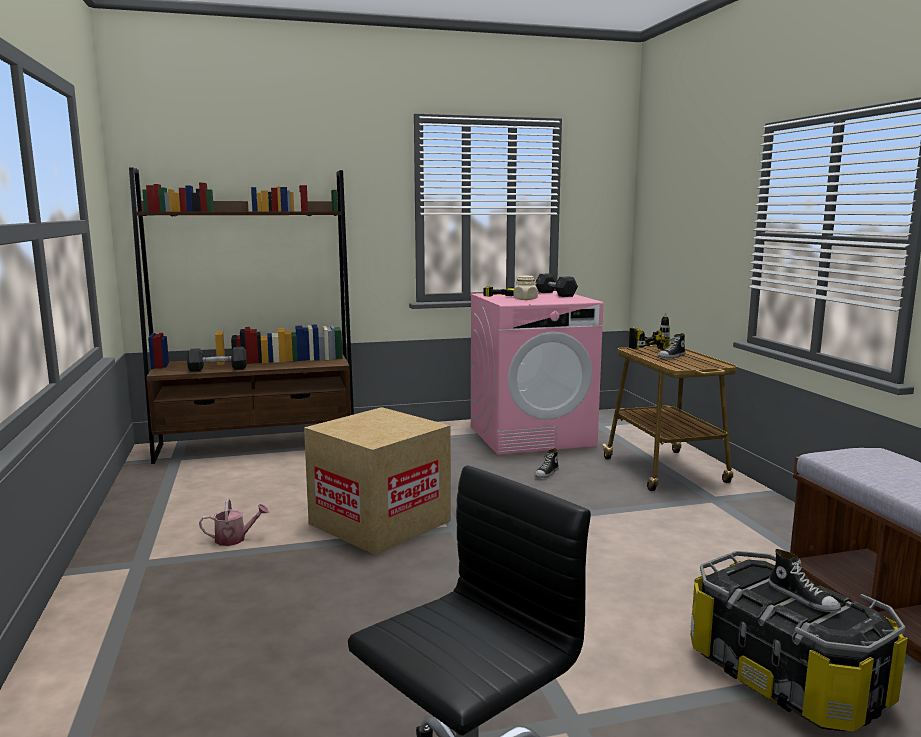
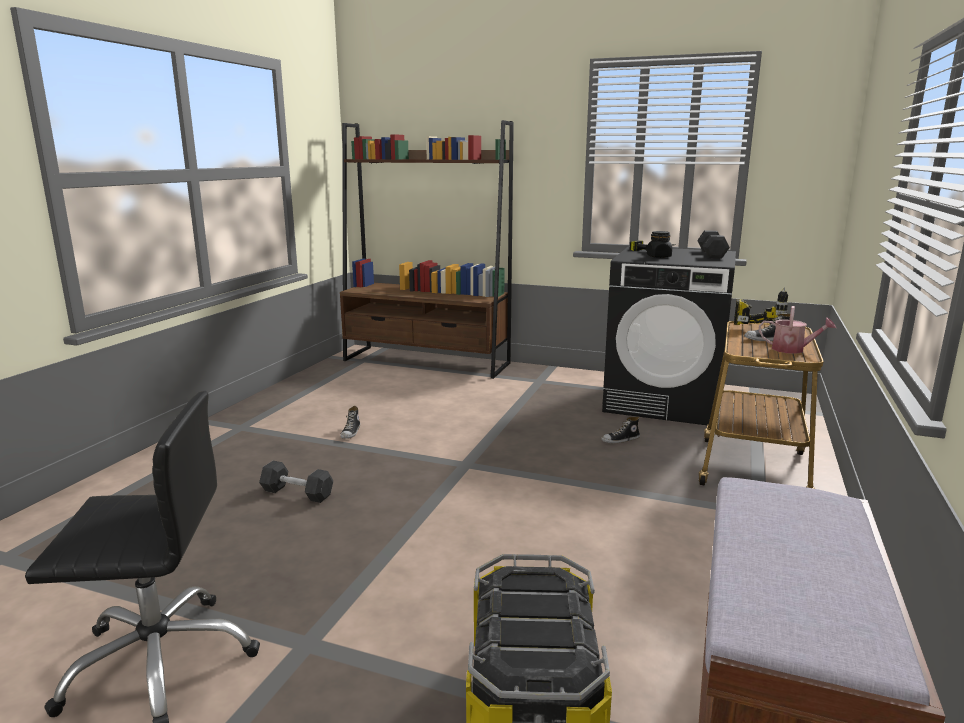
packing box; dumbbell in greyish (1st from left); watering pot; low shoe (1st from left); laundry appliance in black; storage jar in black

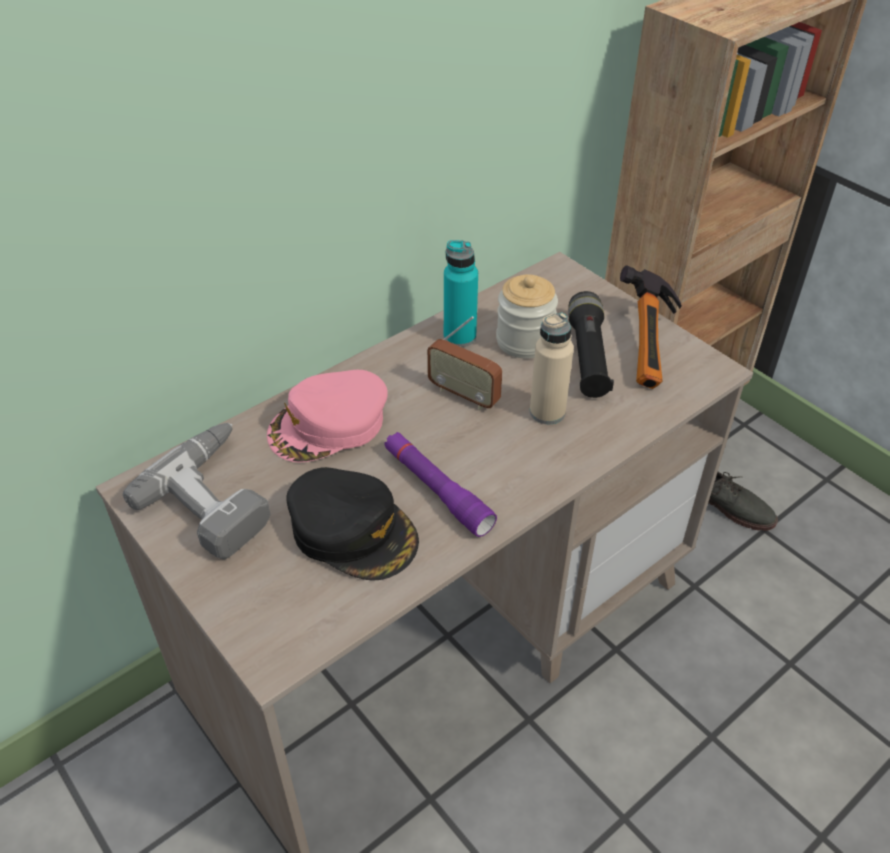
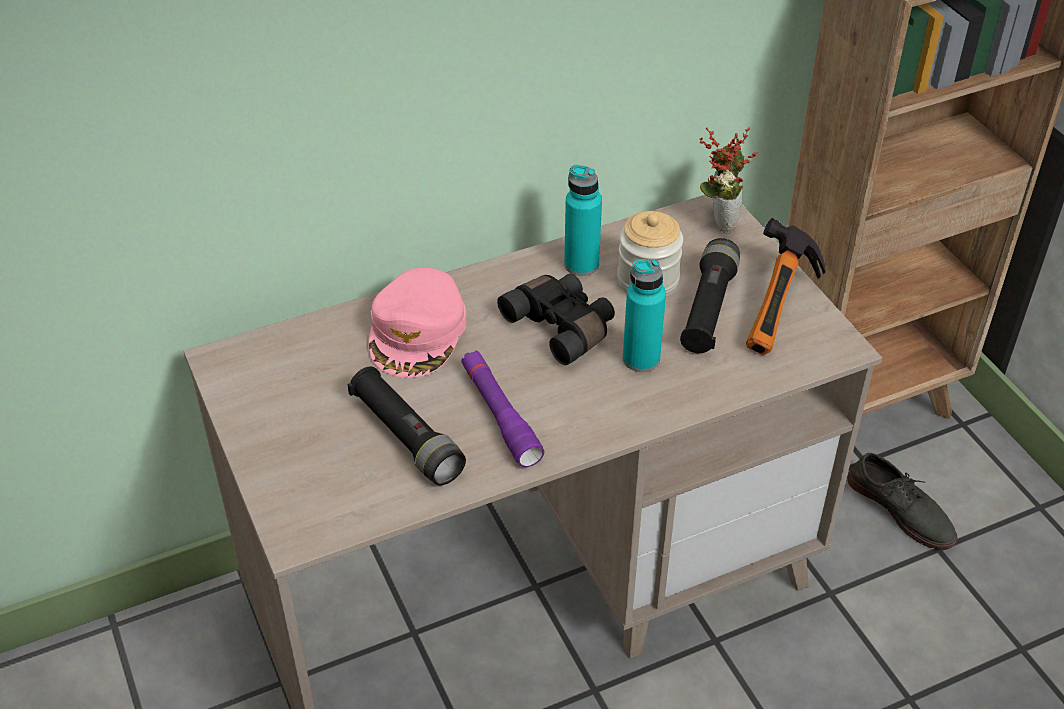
drill; houseplant; torch in black (1st from left); binoculars in black; bottle in turquoise (2nd from left); peaked cap in pink-coloured

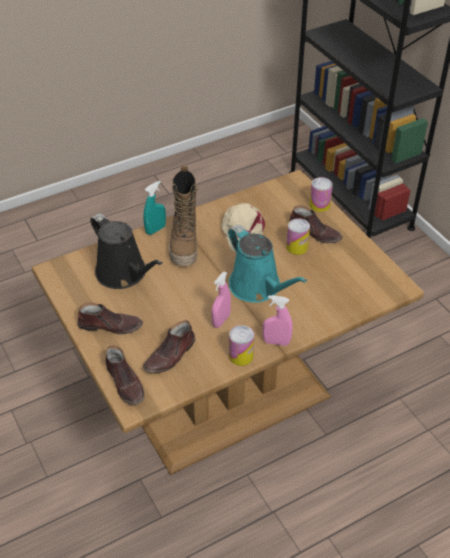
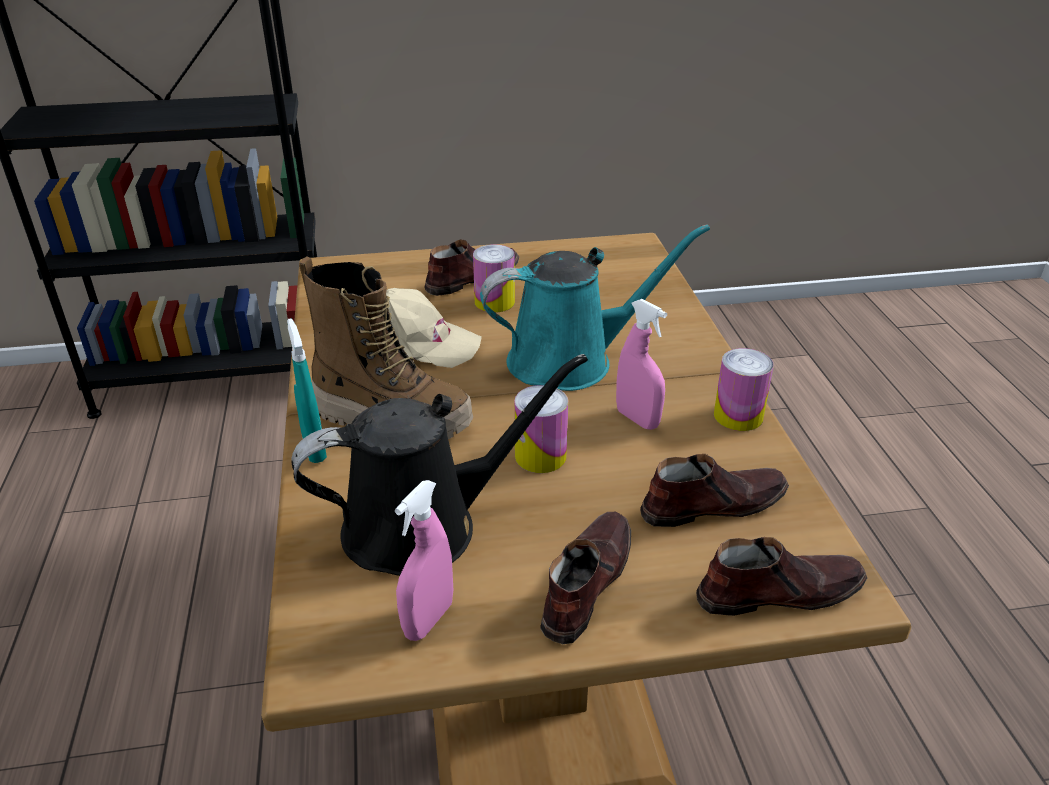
spray bottle in pink-coloured (1st from left); metal can (2nd from left); low shoe in brown (3rd from left)

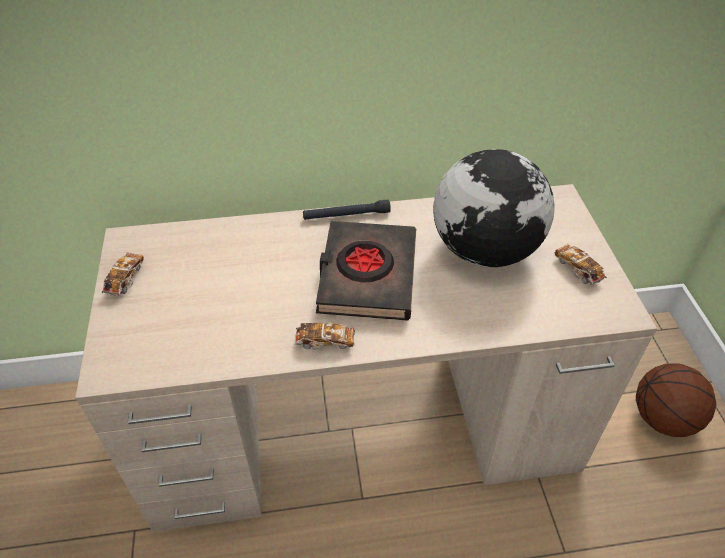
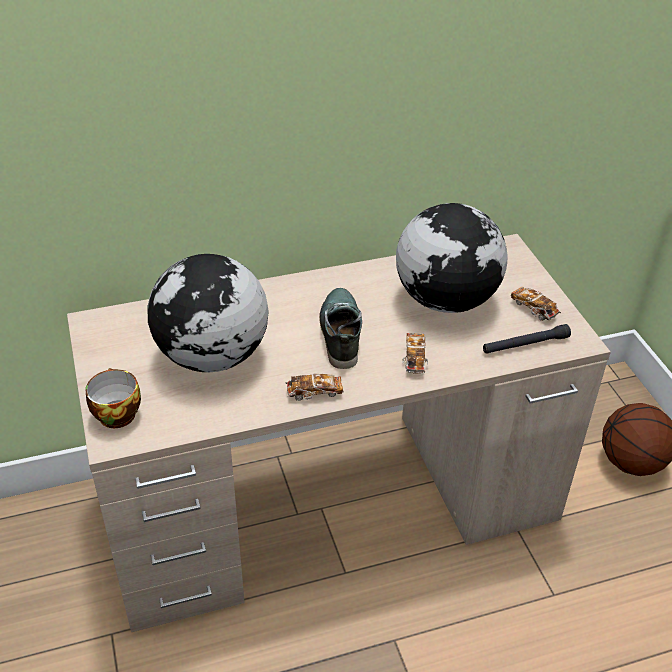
cup; desk globe (1st from left); miniature car (2nd from left); torch in black; low shoe

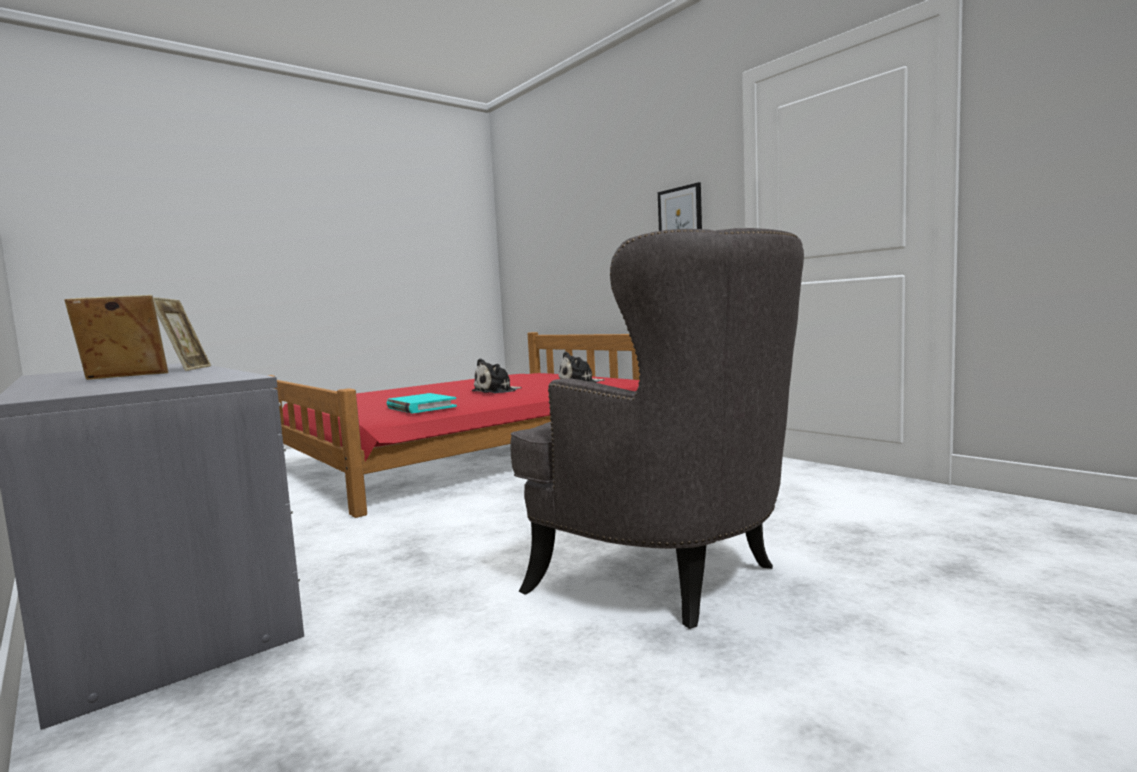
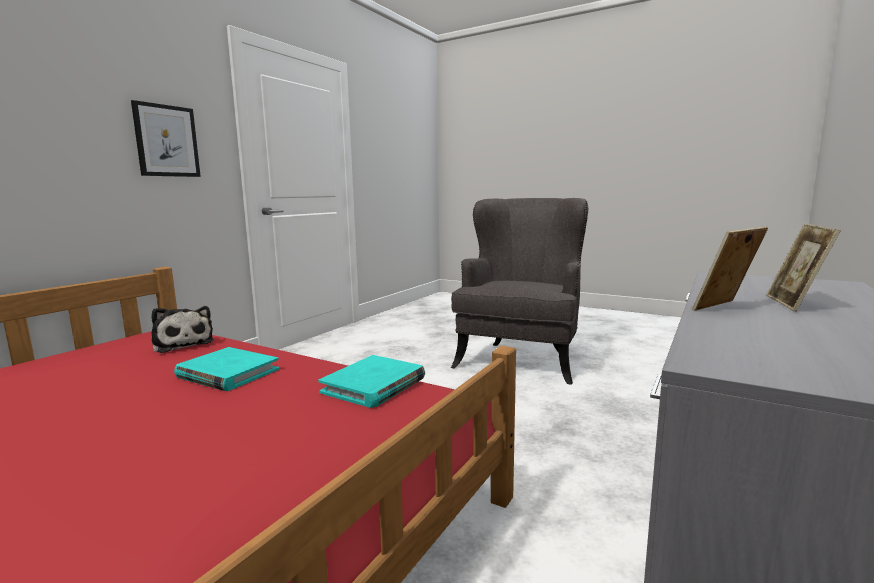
book in turquoise (1st from left); picture frame (2nd from left)

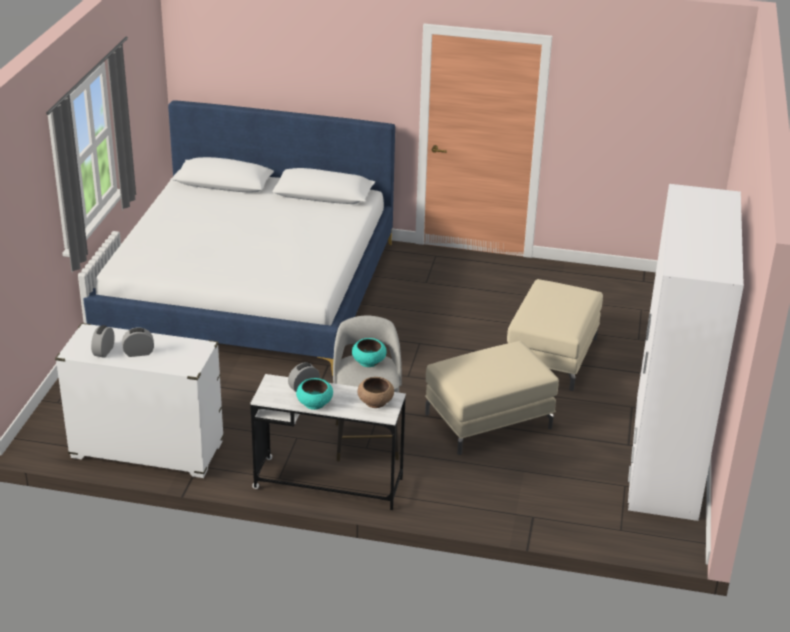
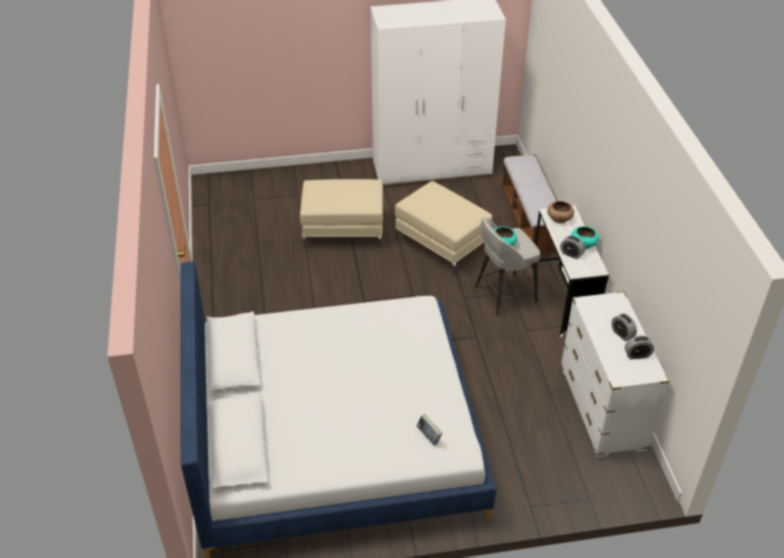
book; indoor bench

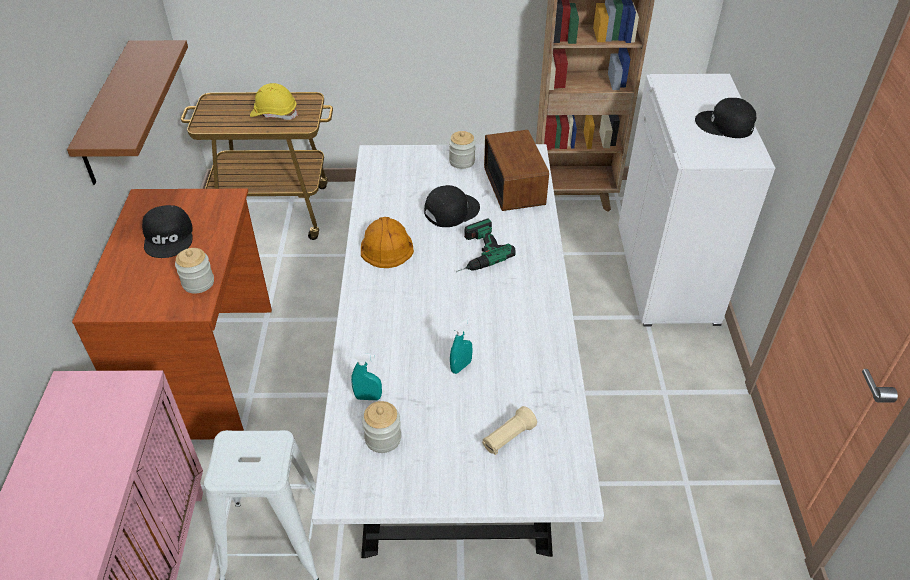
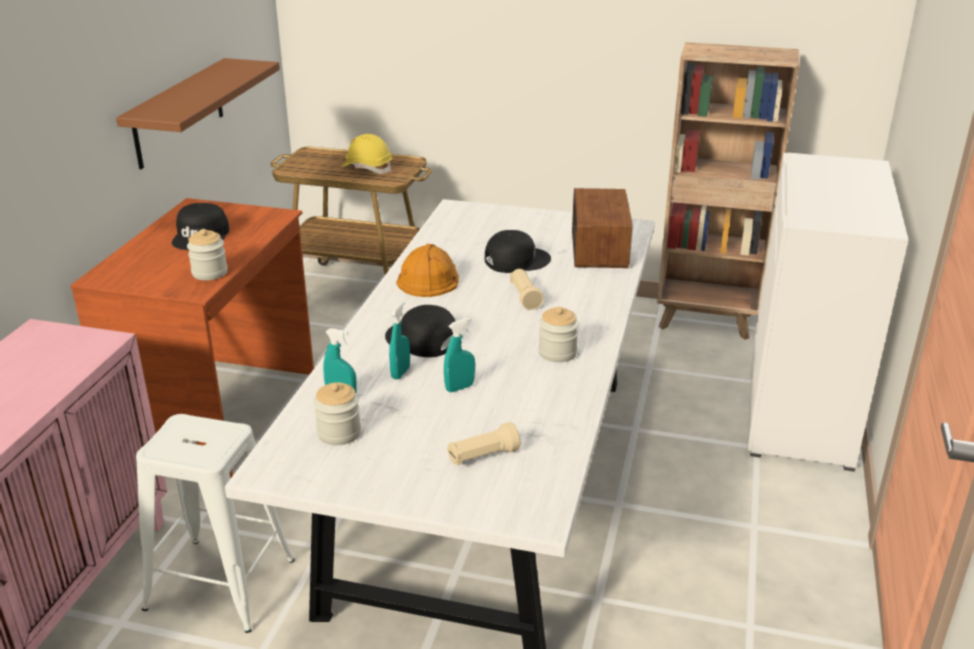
spray bottle in turquoise (2nd from left); storage jar (3rd from left); peaked cap in black (2nd from left); torch in sand-coloured (2nd from left)

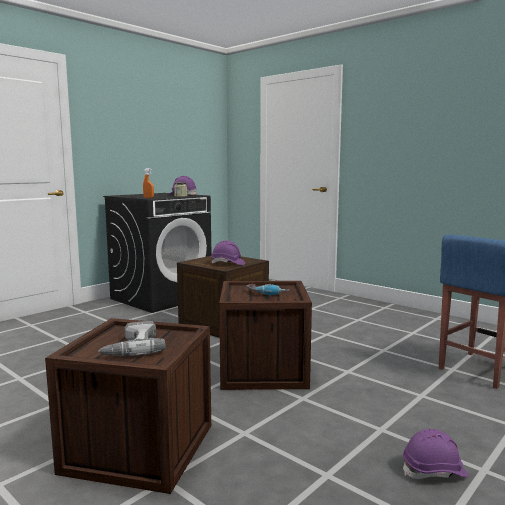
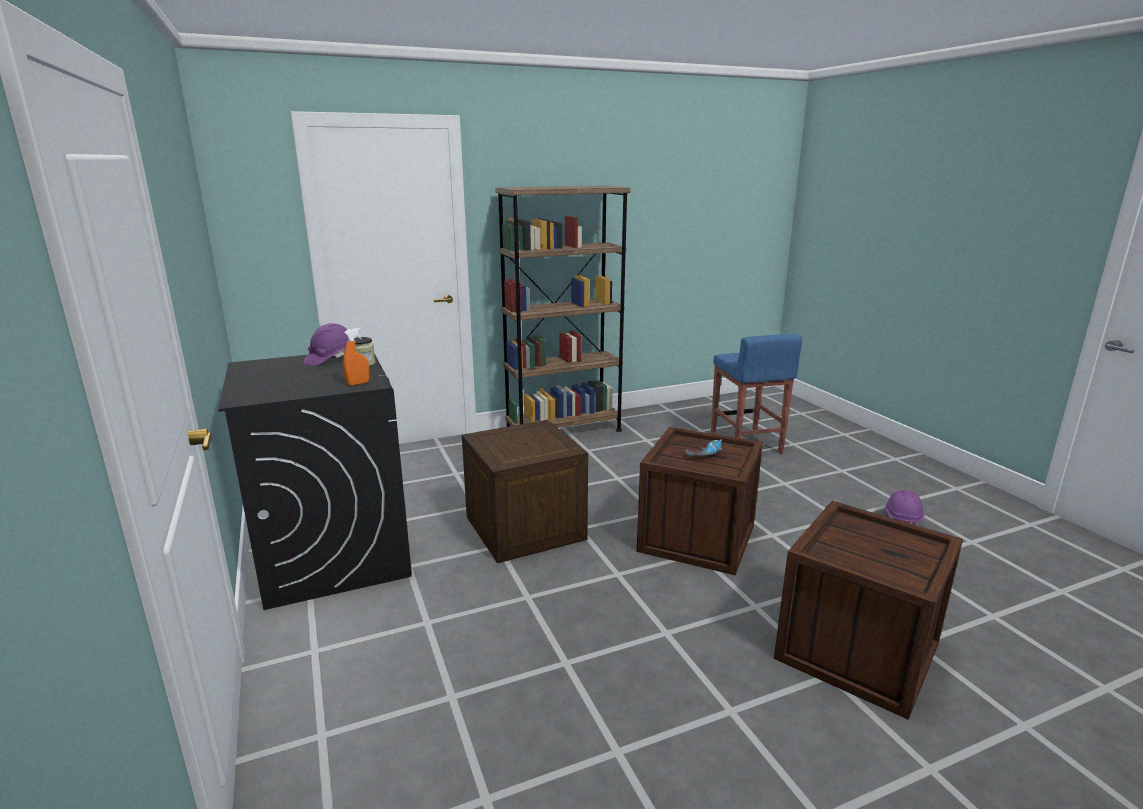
drill (1st from left in the first image); work helmet in purplish (2nd from left in the first image); shelving unit in brown

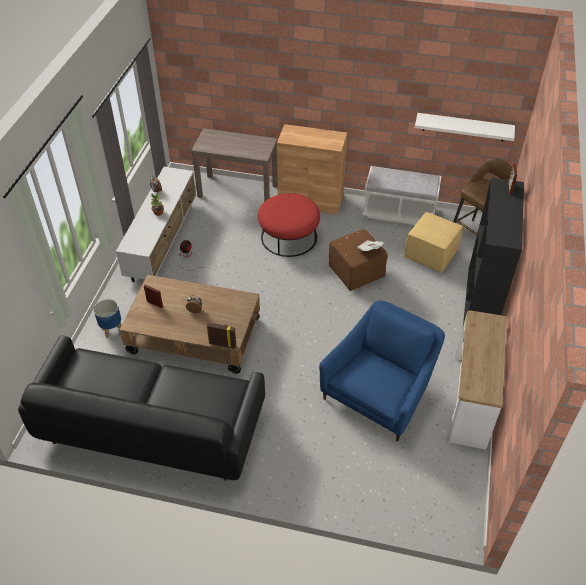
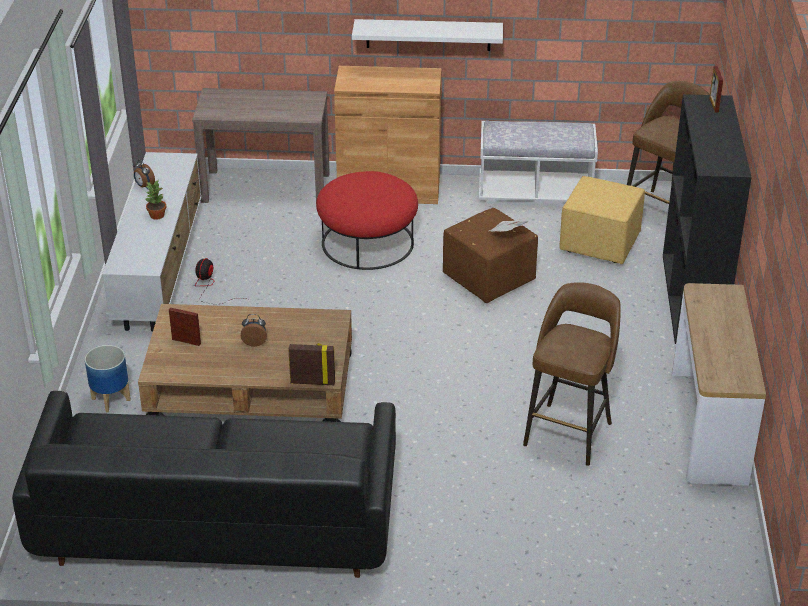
shelf in white; stool seat in brown (1st from left)

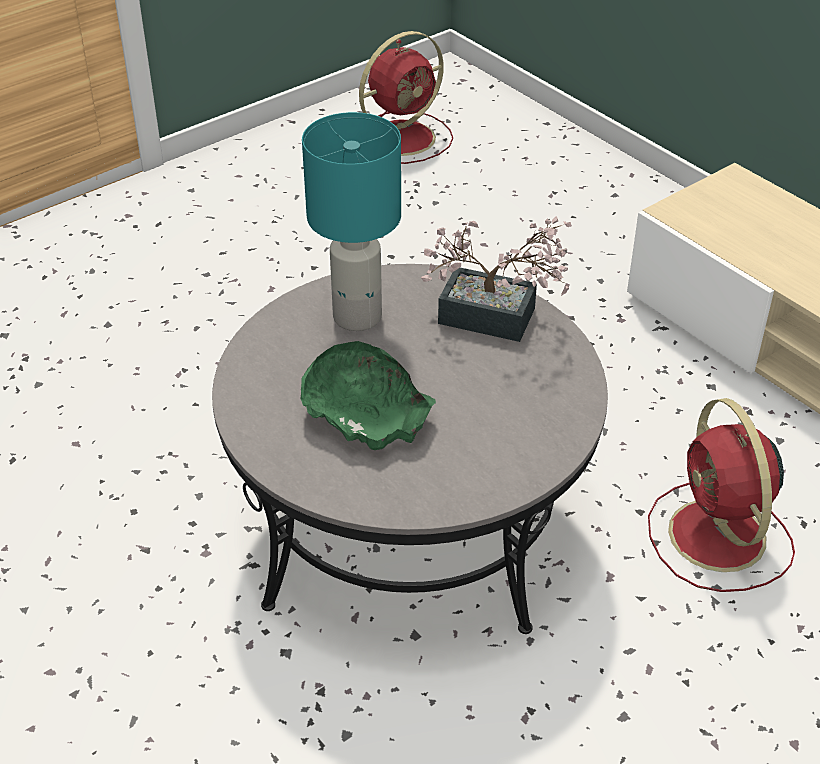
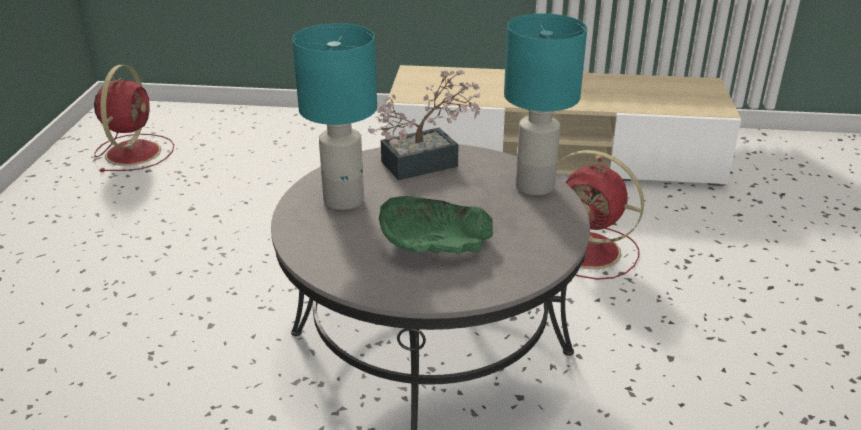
lamp for a table in turquoise (2nd from left)

